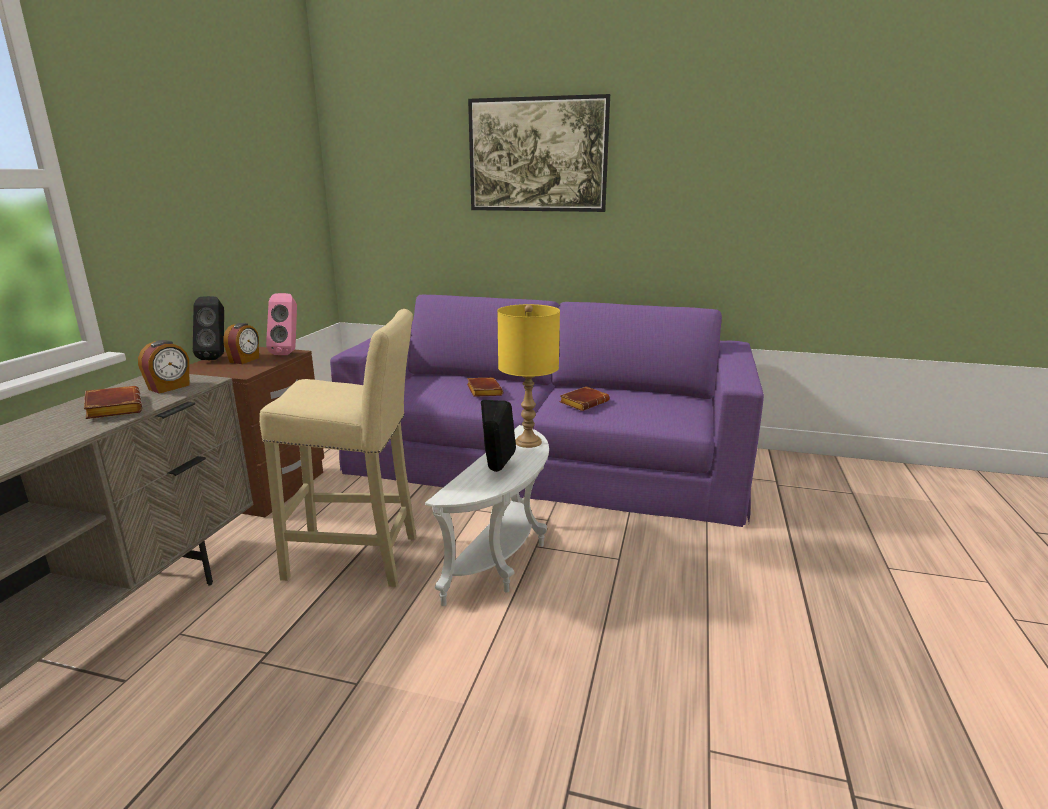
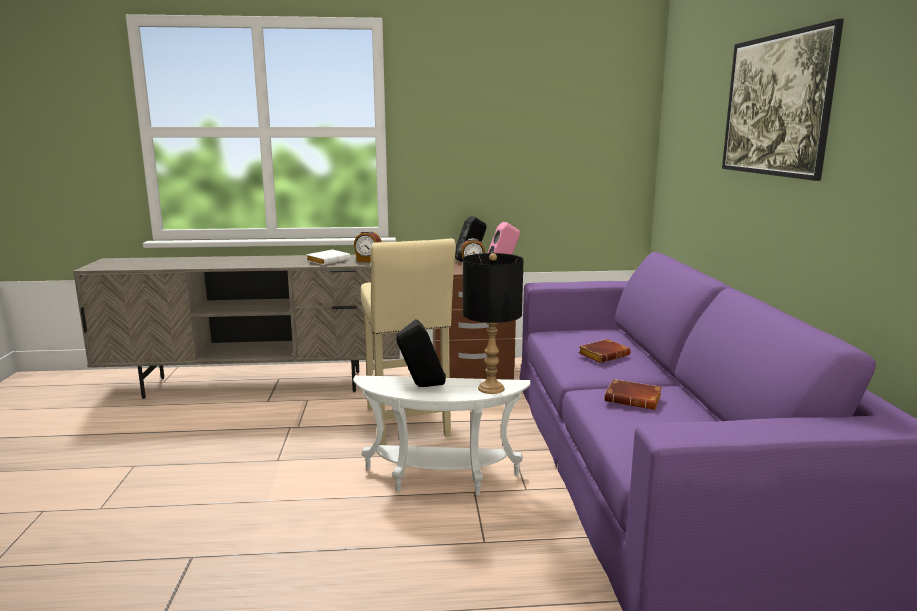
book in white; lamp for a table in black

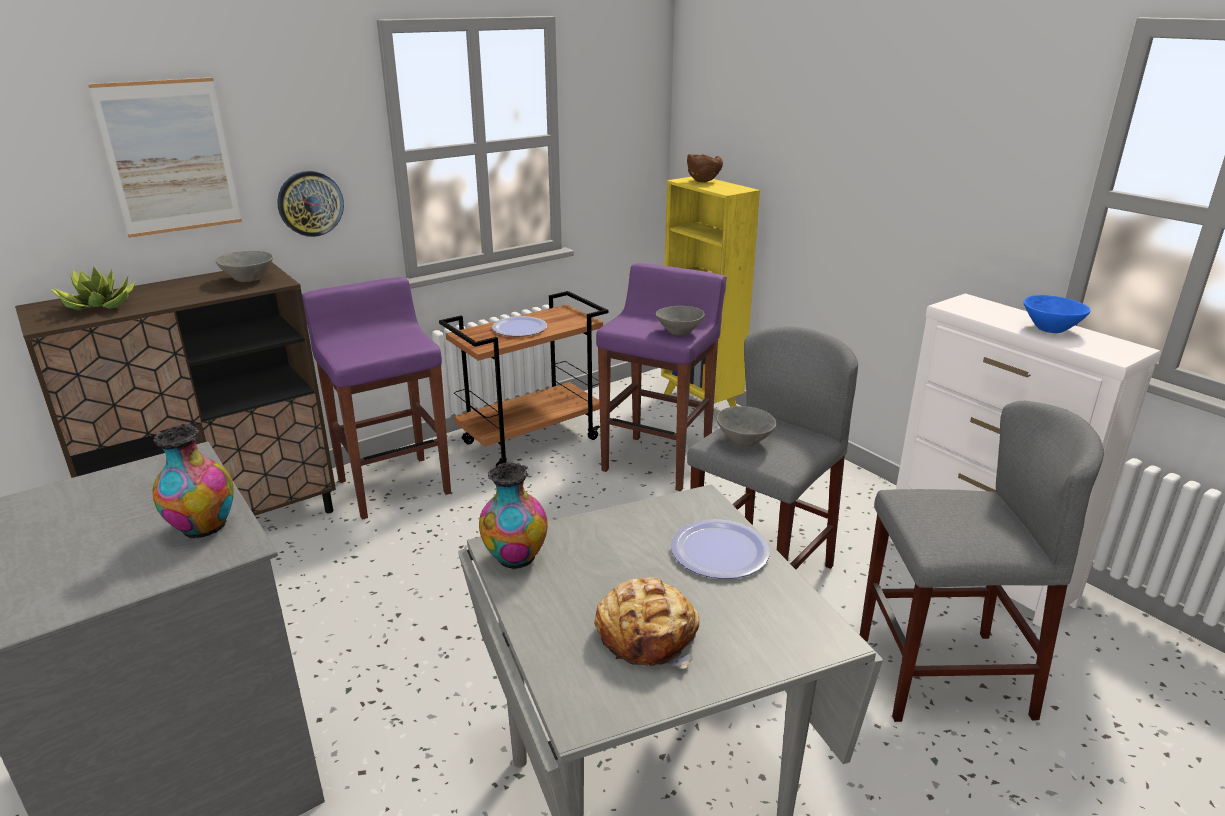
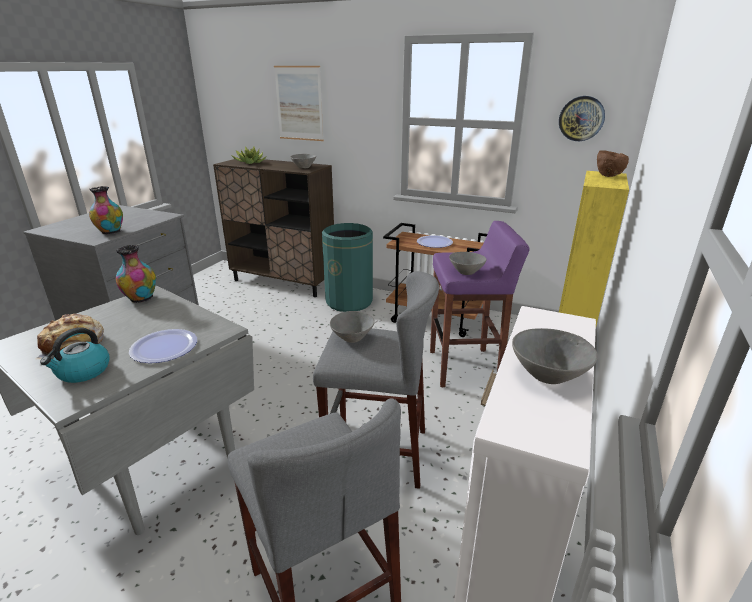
kettle; wall clock; waste bin in greenish; deep dish in greyish (4th from left)

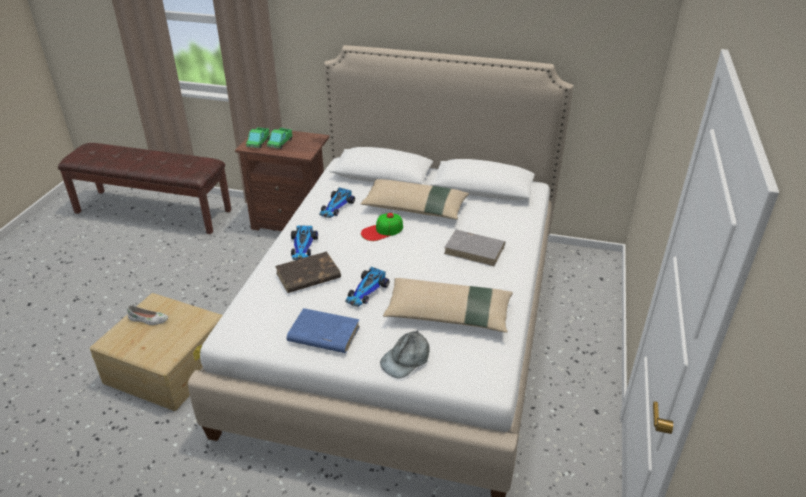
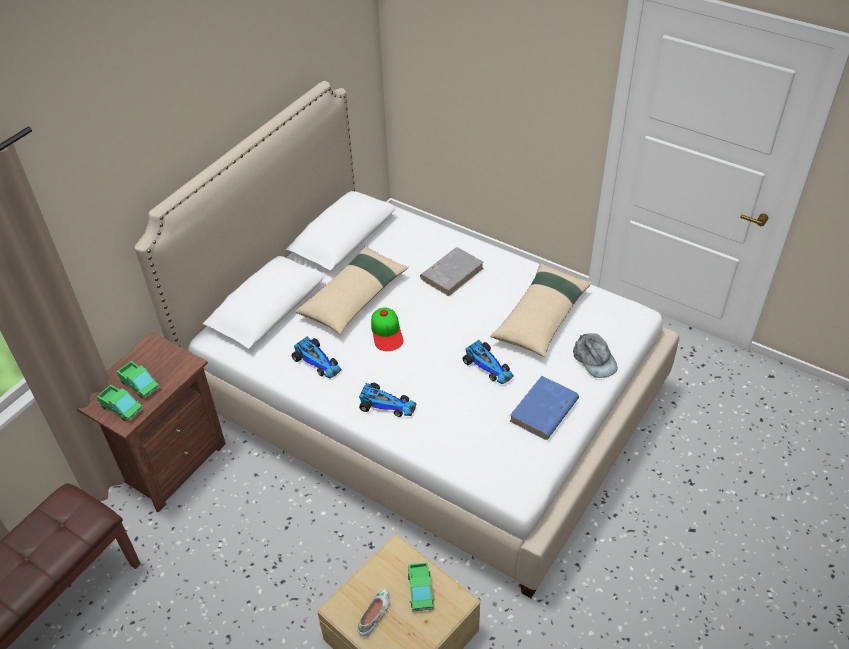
book in brown; toy truck (3rd from left)

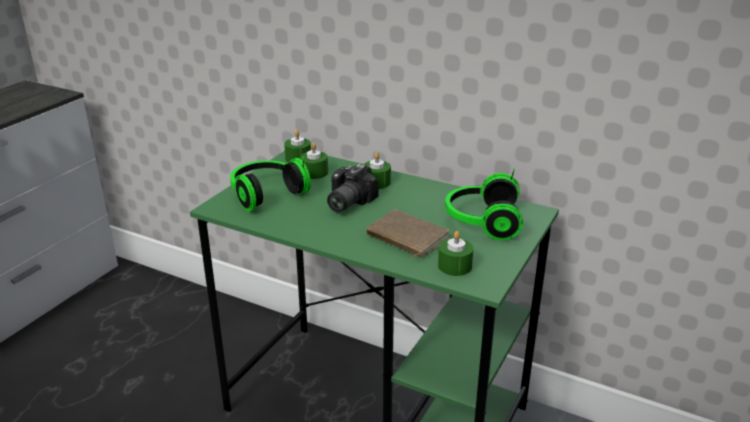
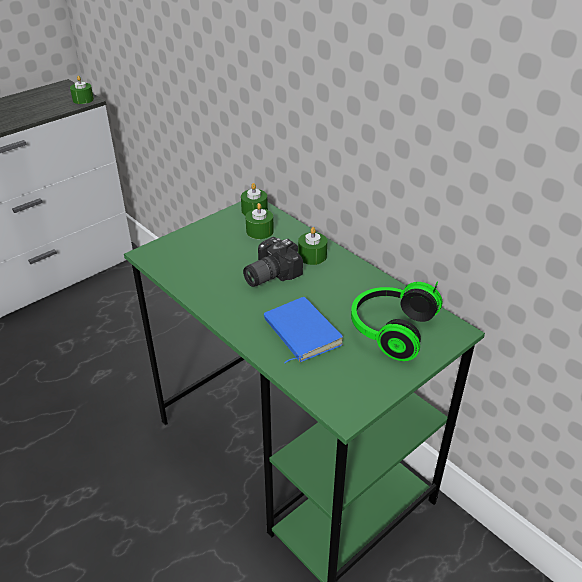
pair of headphones (1st from left in the first image); candle in greenish (1st from left); book in blue-coloured

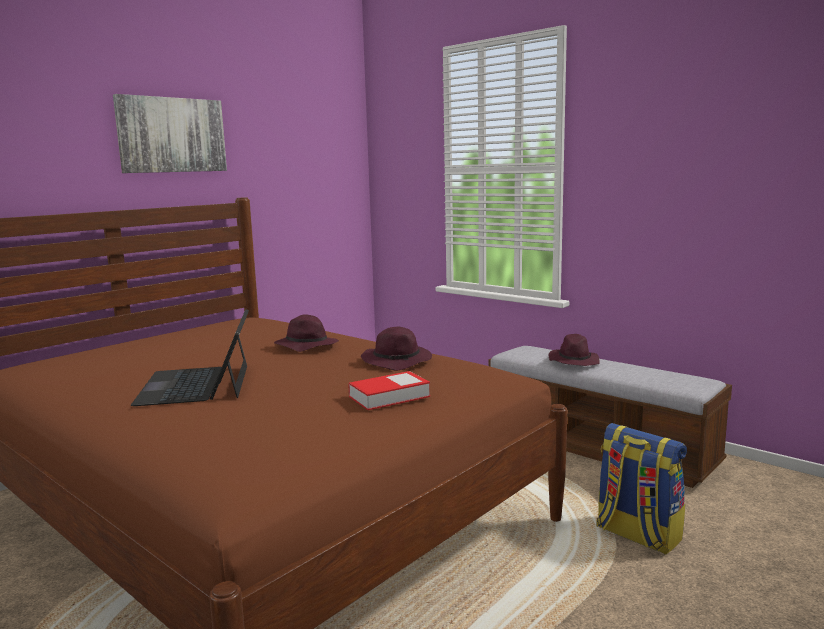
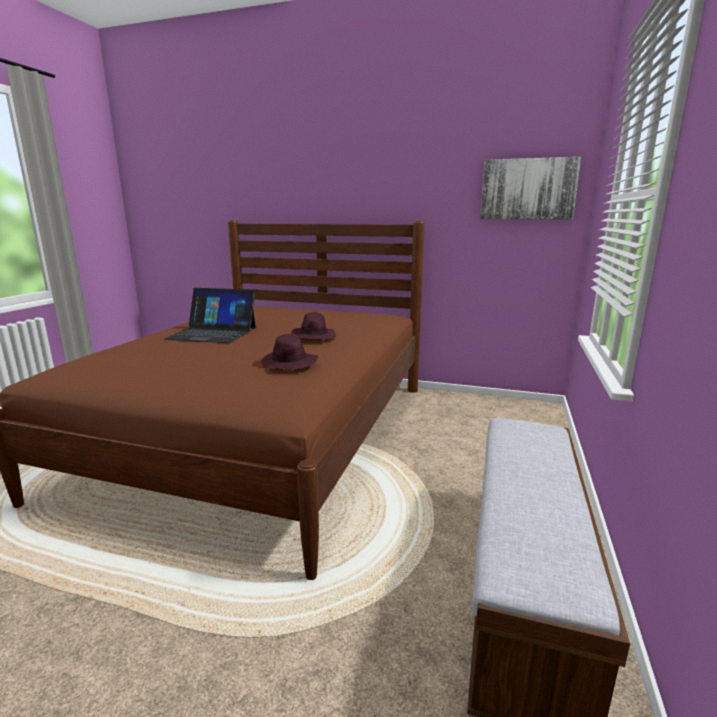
book; clothing hat in purplish (3rd from left in the first image); backpack; picture; laptop

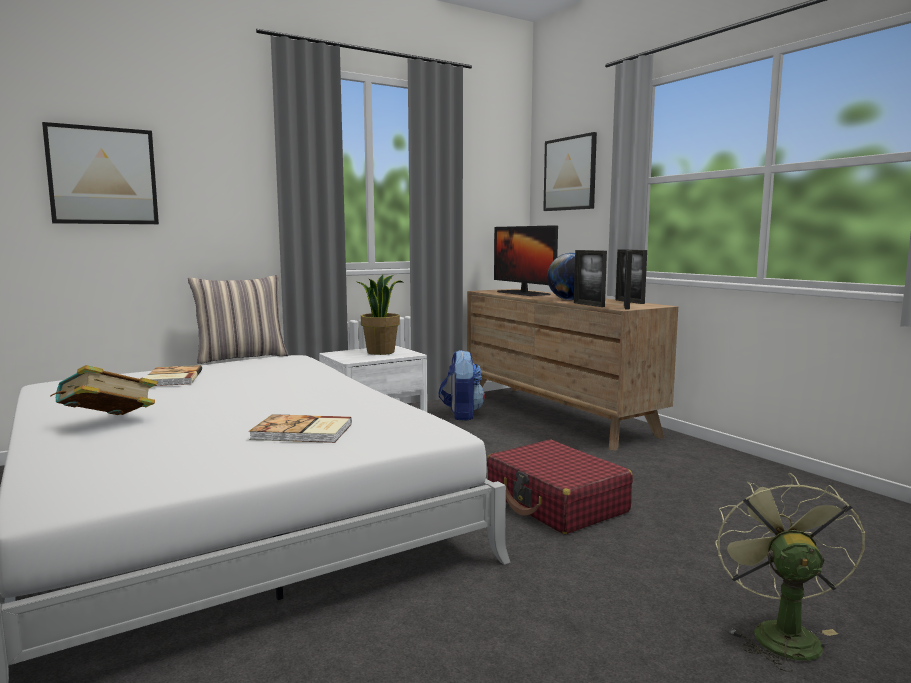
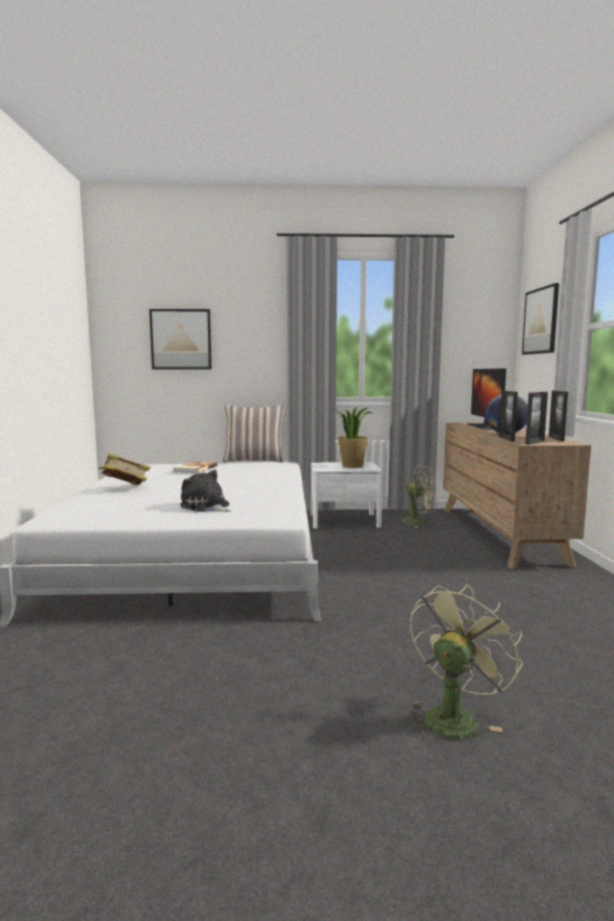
travel case in red; plush toy; electric fan in greenish (1st from left)

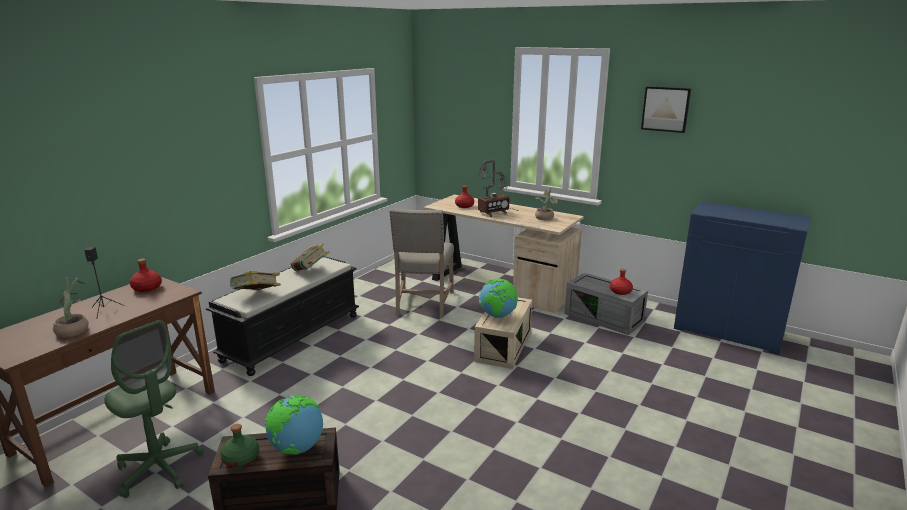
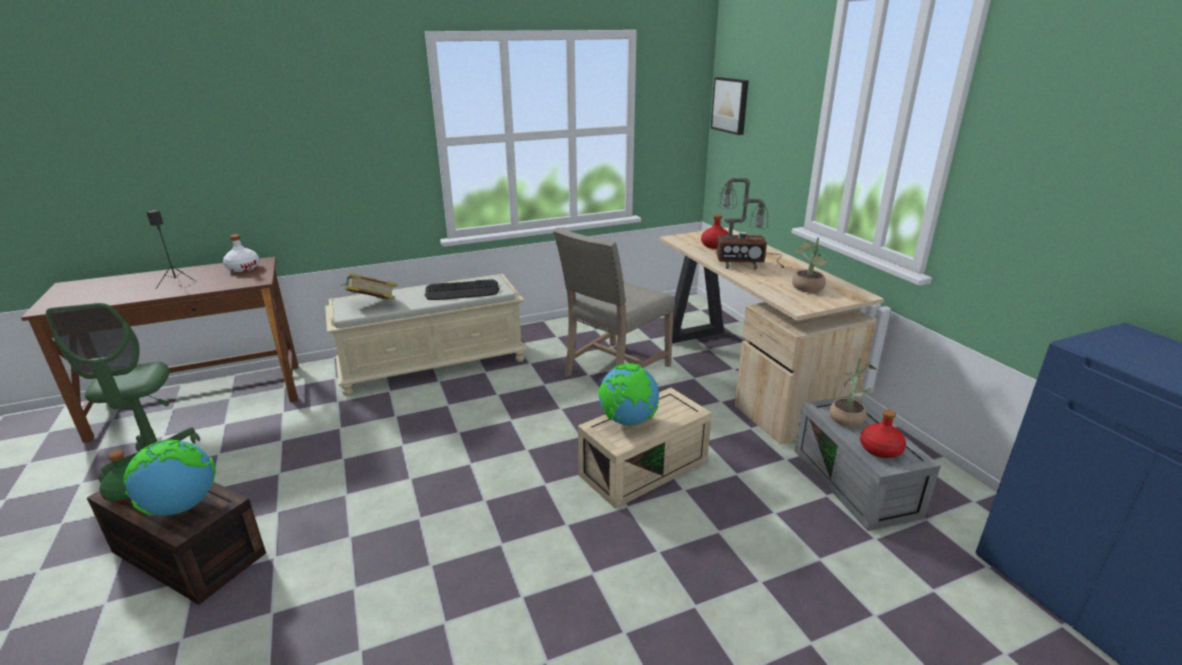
houseplant (2nd from left); picture; keyboard; bottle in white; indoor bench in sand-coloured

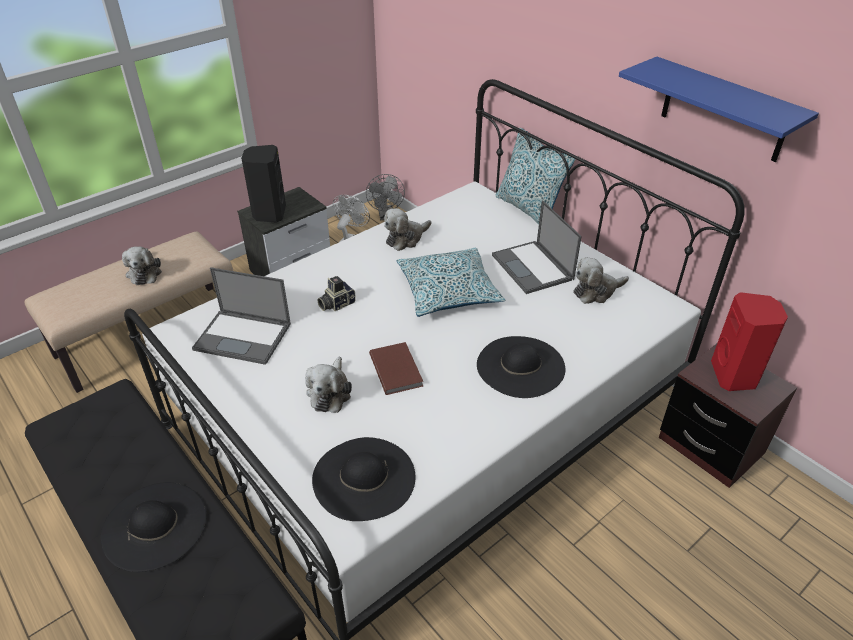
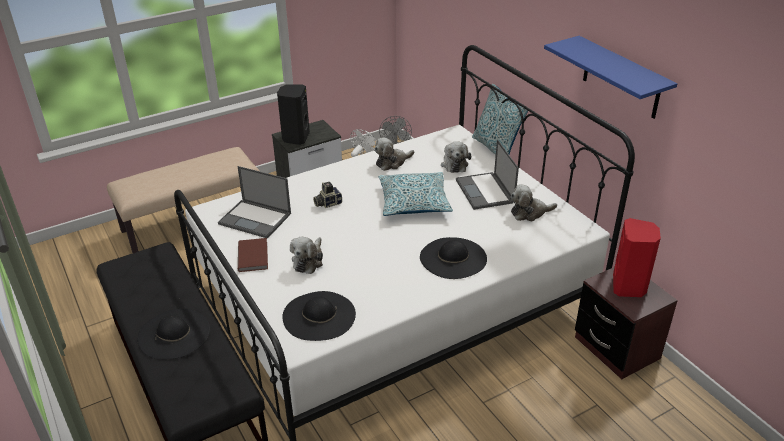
plush toy (3rd from left); book in brown

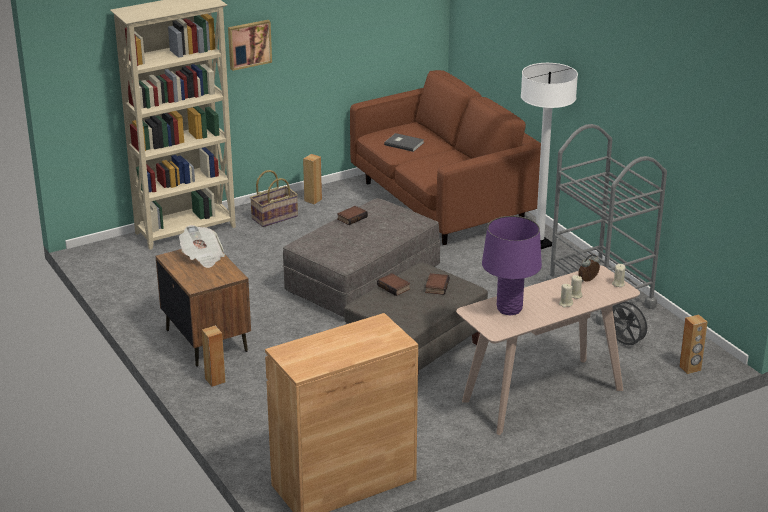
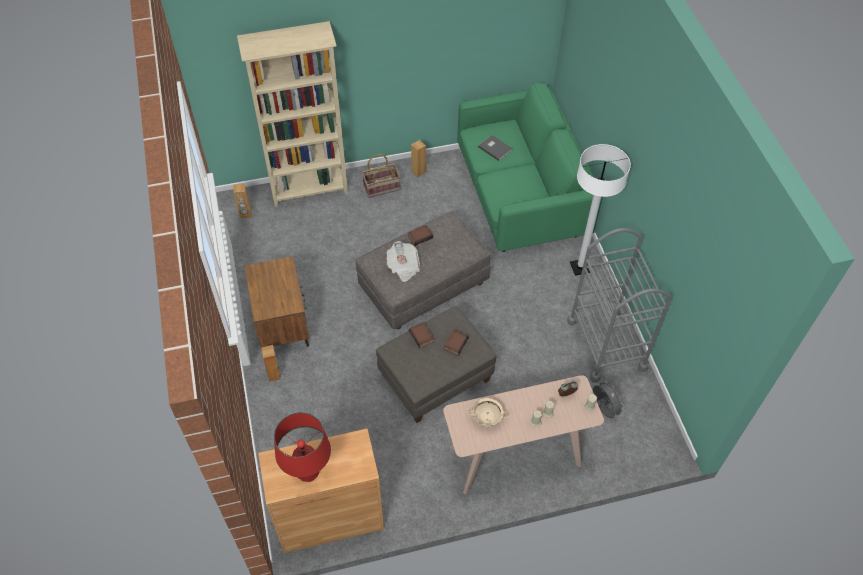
picture; lamp for a table in red; daily paper; speaker in brown (1st from left); deep dish in sand-coloured; settee in greenish

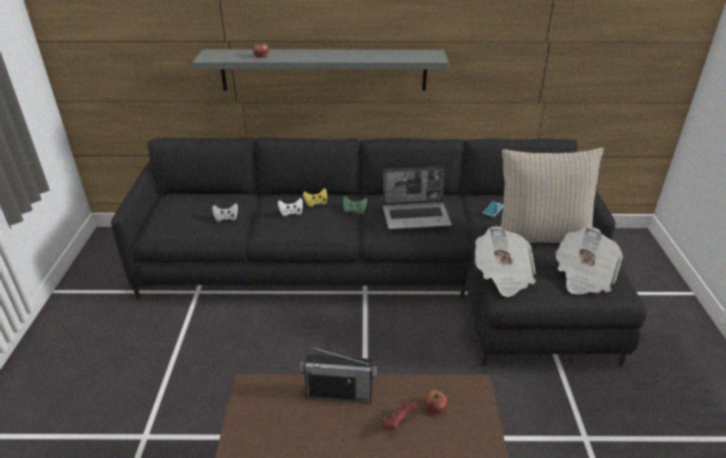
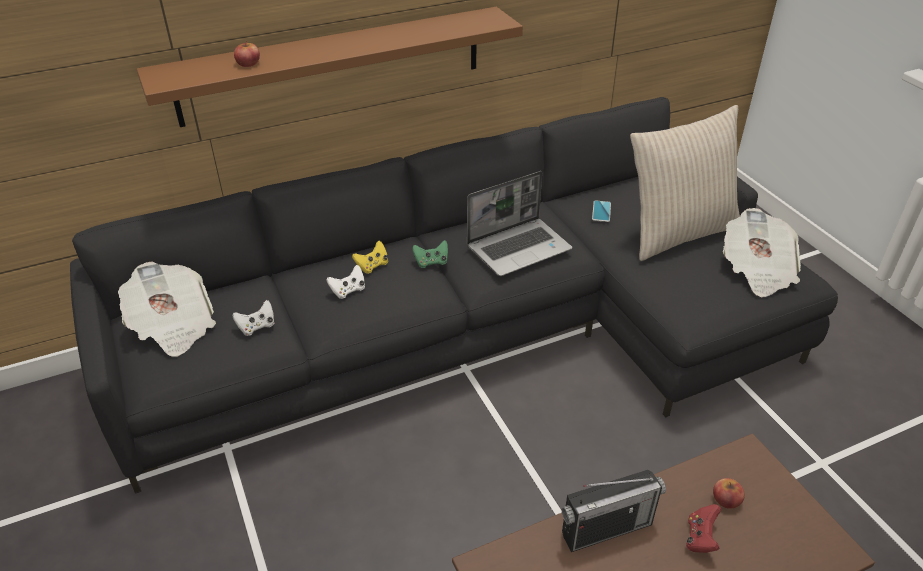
daily paper (1st from left); shelf in brown

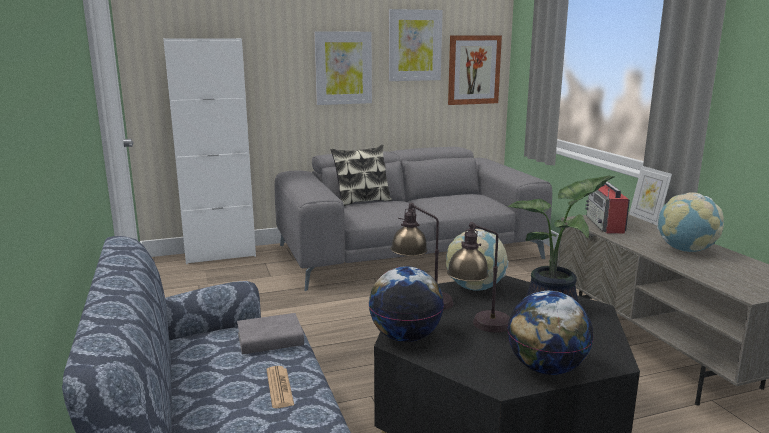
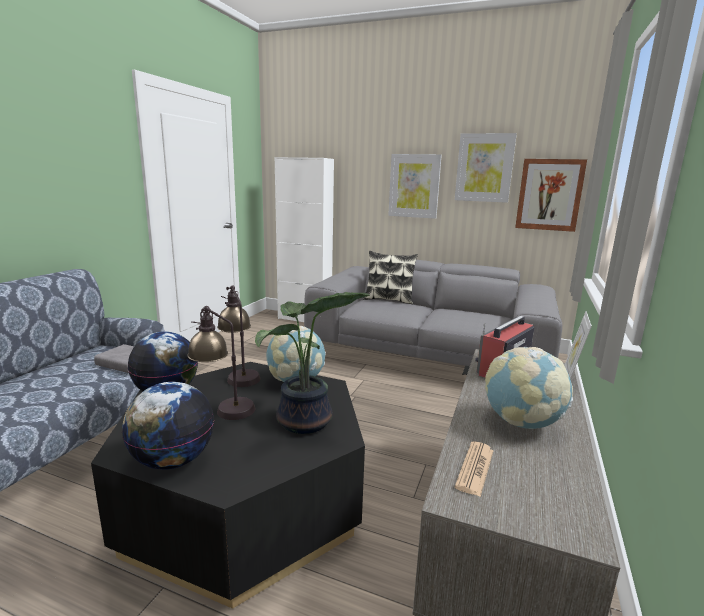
daily paper

